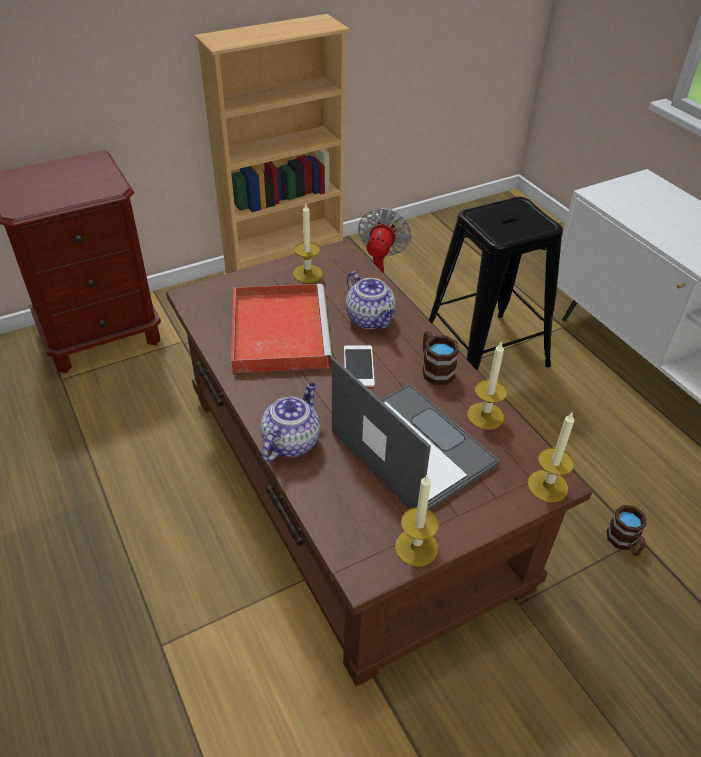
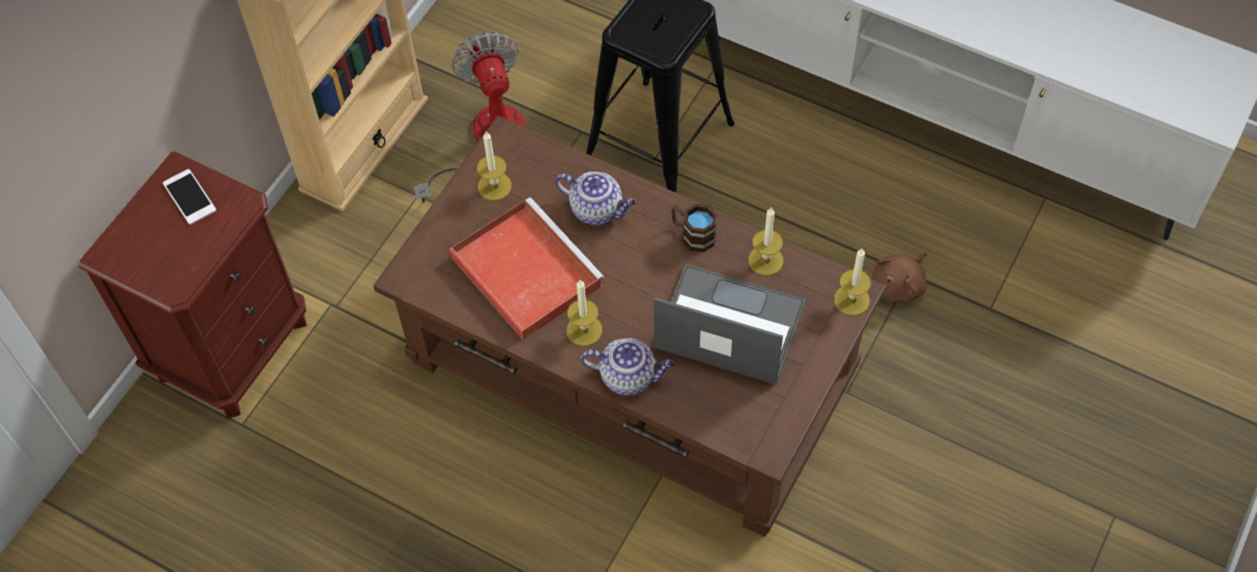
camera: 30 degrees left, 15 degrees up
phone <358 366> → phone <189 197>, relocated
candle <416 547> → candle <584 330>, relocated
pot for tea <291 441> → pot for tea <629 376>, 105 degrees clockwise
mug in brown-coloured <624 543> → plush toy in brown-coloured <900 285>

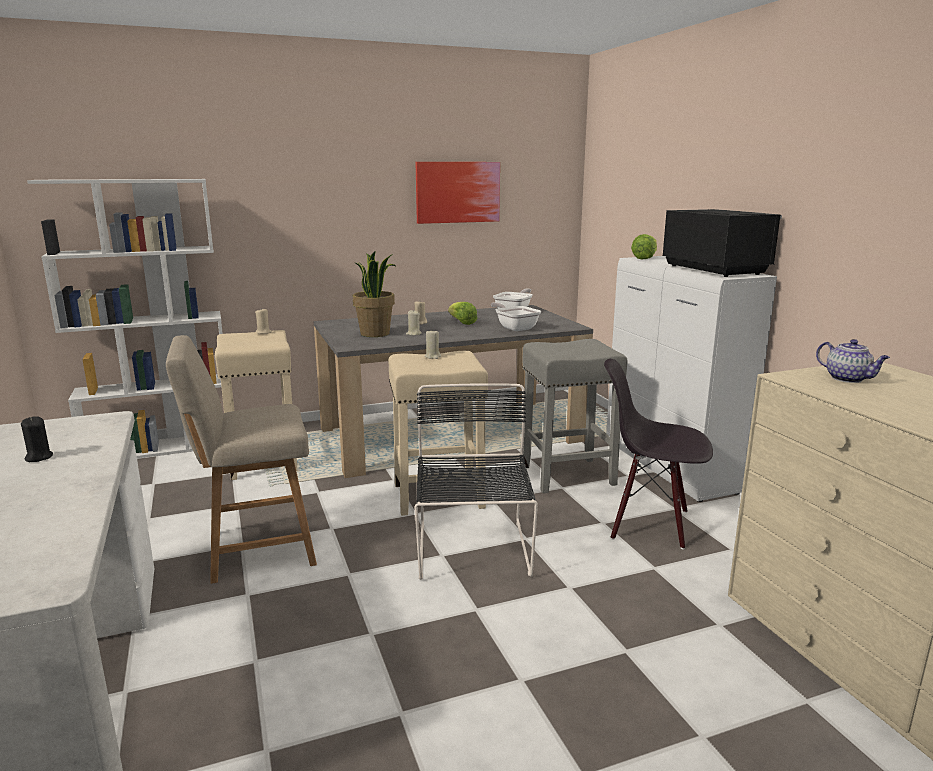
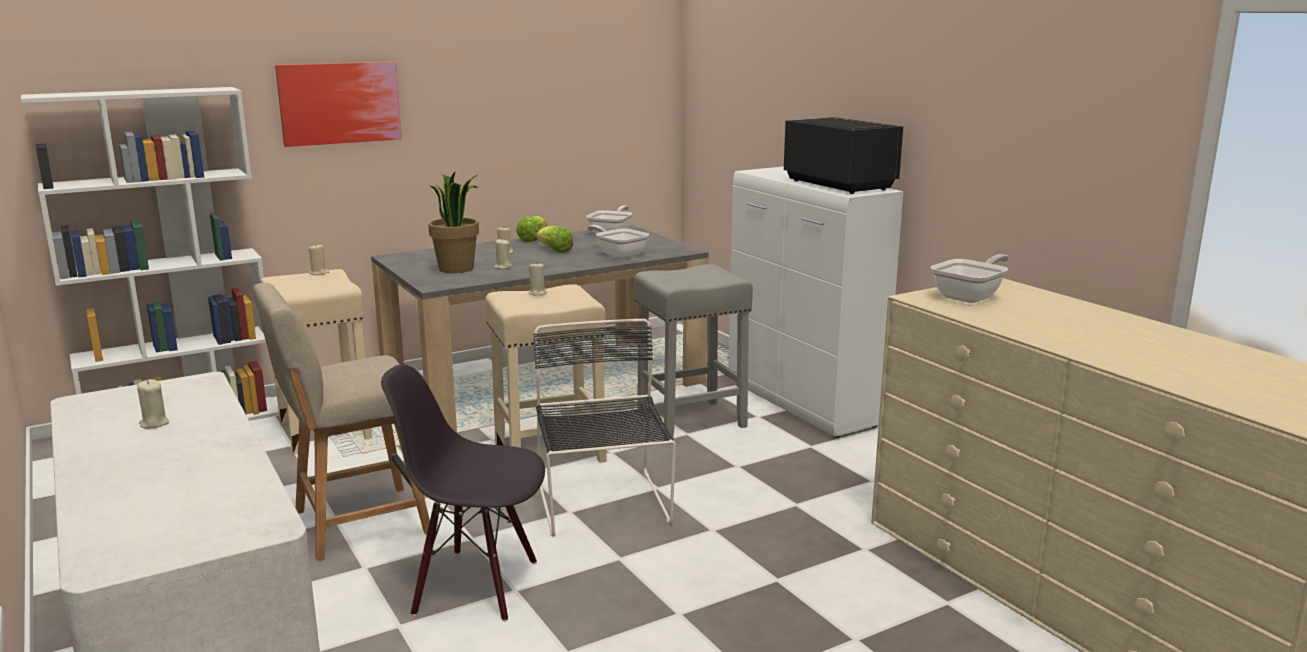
camera: 10 degrees left, 0 degrees up
candle in black <38 457> → candle in beige <154 424>
wall art <457 192> → wall art <339 103>, relocated
chair in black <650 523> → chair in black <476 586>, relocated
lettuce head <645 258> → lettuce head <533 239>, relocated
pot for tea <848 379> → skillet <971 296>

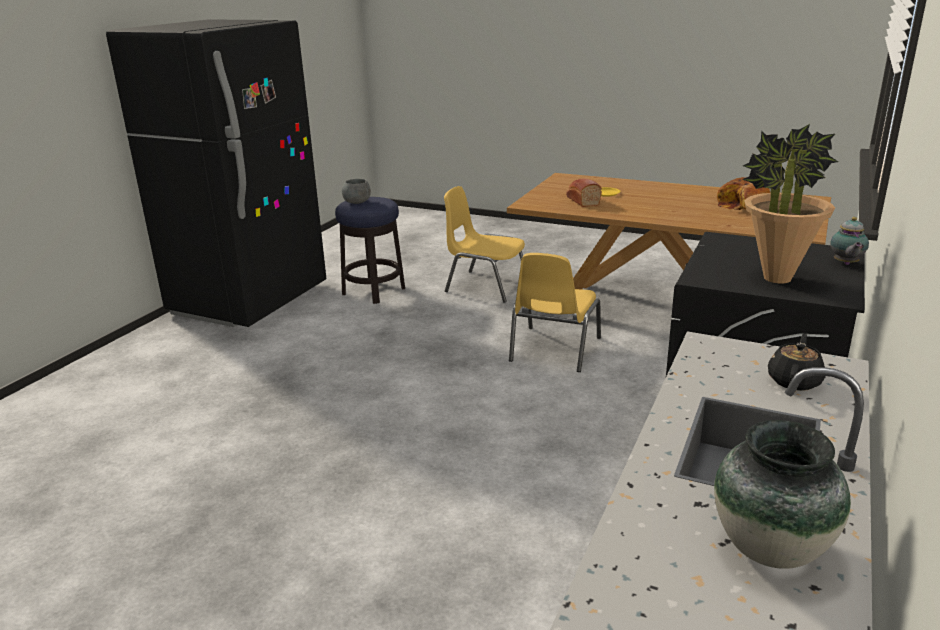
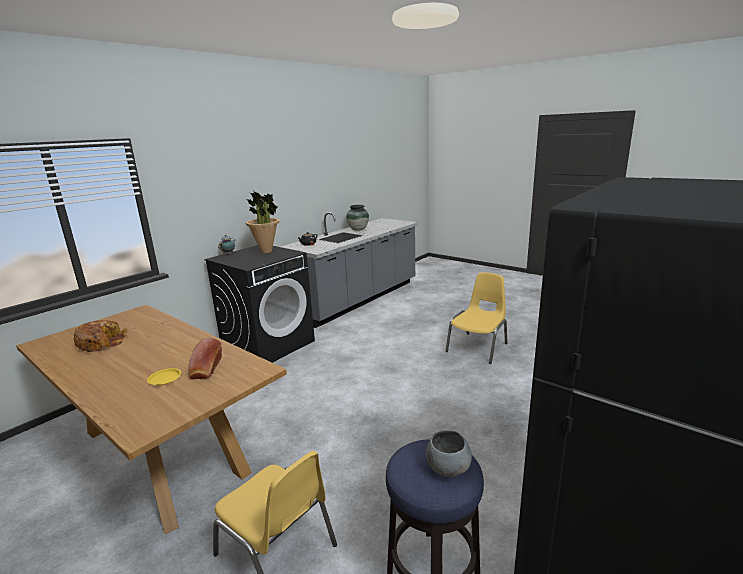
camera: 165 degrees left, 5 degrees down
chair in yellow <553 350> → chair in yellow <478 347>, relocated

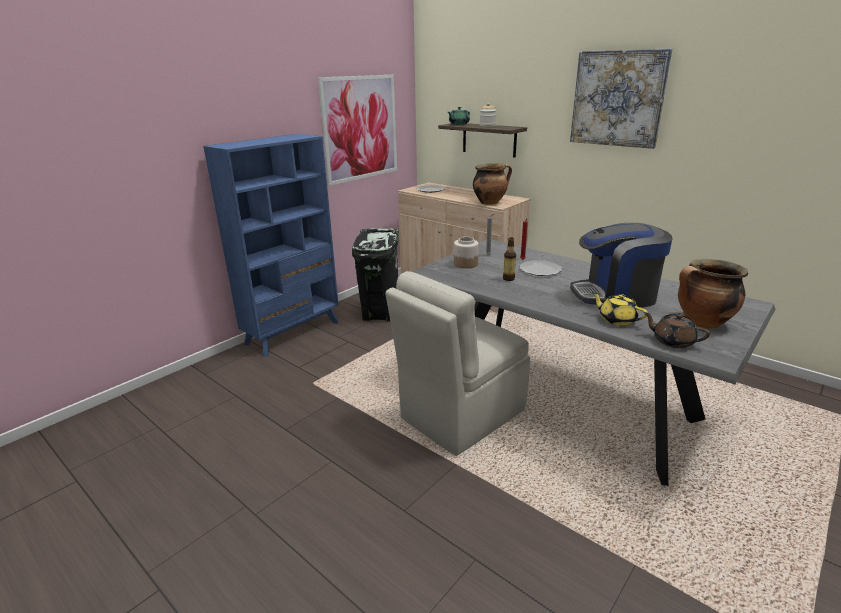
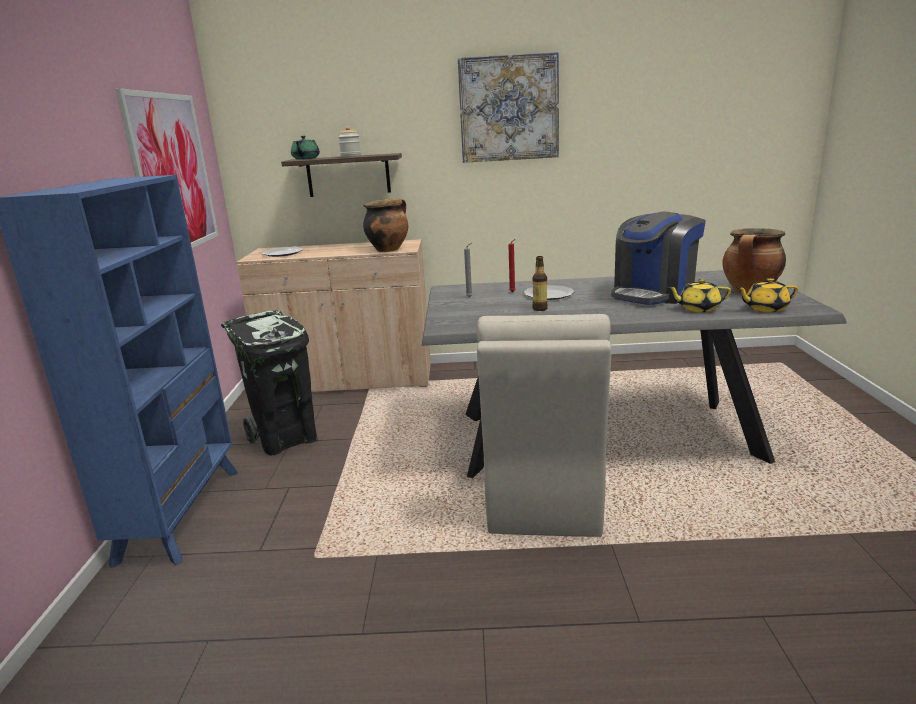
camera: 40 degrees left, 5 degrees down
pot for tea in brown-coloured <672 341> → pot for tea in yellow <765 308>
storage jar <465 264> → -

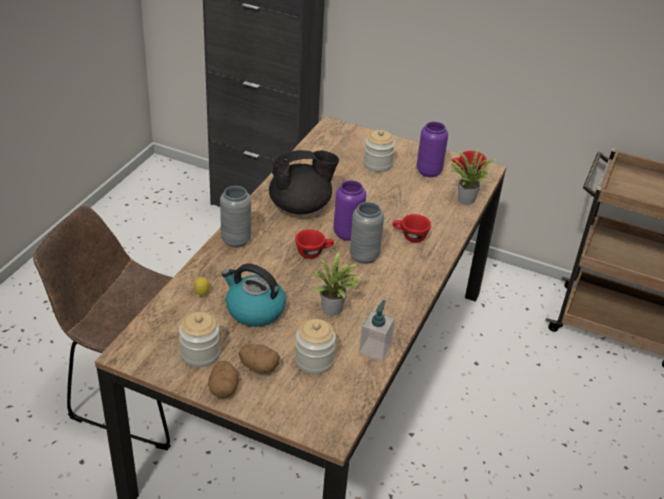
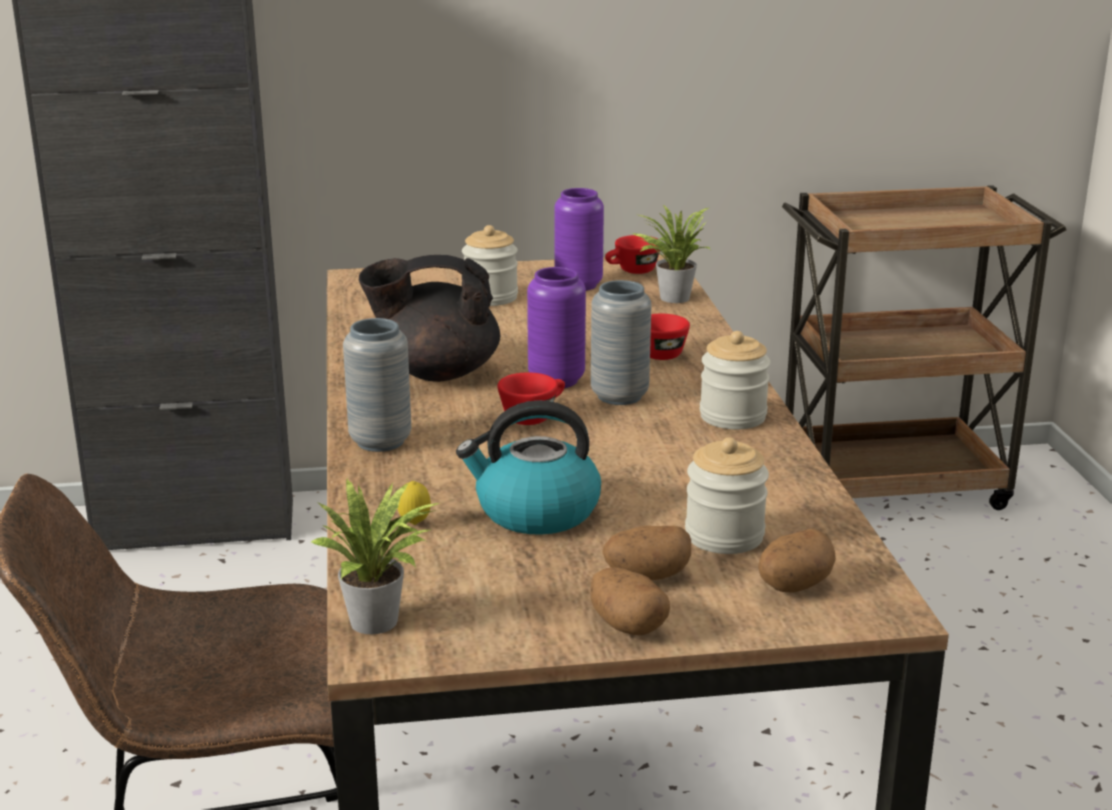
camera: 30 degrees left, 15 degrees down
potted plant <334 310> → potted plant <380 622>, relocated
pot for tea in black <301 206> → pot for tea in black <436 372>, 135 degrees counterclockwise
storage jar <200 354> → storage jar <732 417>, relocated
- → spud <793 586>
soap bottle <375 348> → -

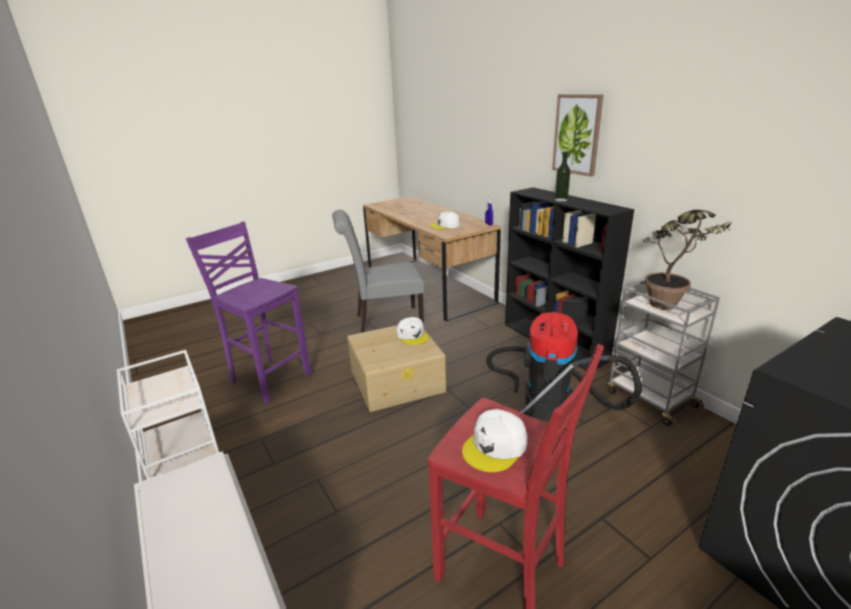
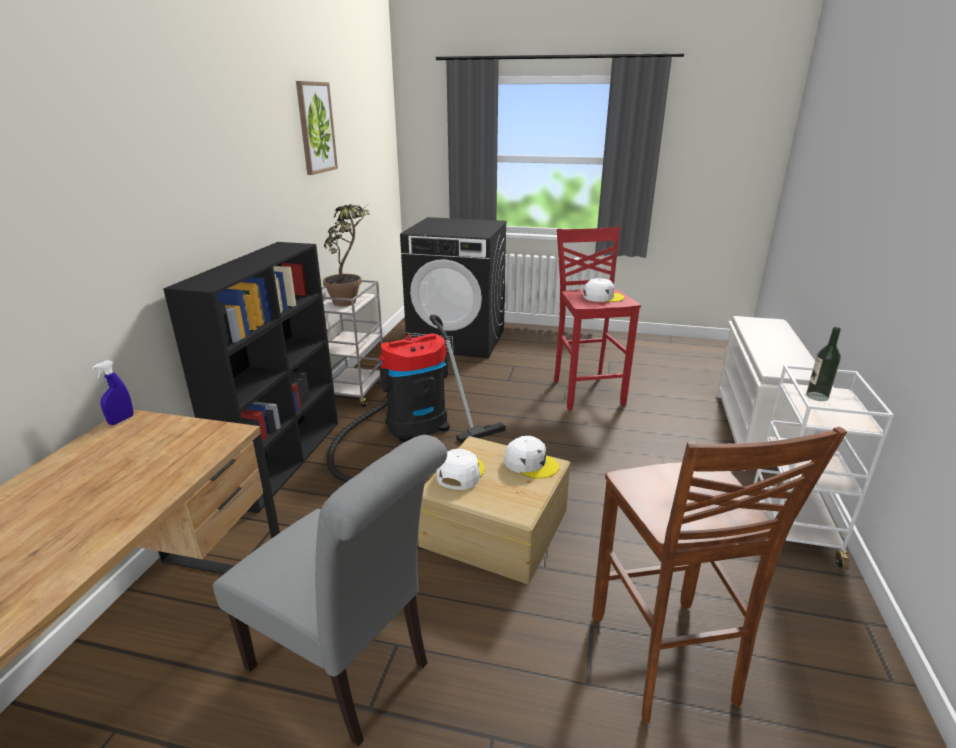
camera: 135 degrees left, 0 degrees up
wall art <577 134> → wall art <316 128>, relocated
peaked cap in white-coloured <445 225> → peaked cap in white-coloured <531 463>, relocated
stool seat in purple <269 378> → stool seat in brown-coloured <664 661>
bottle <561 200> → bottle <817 396>, relocated

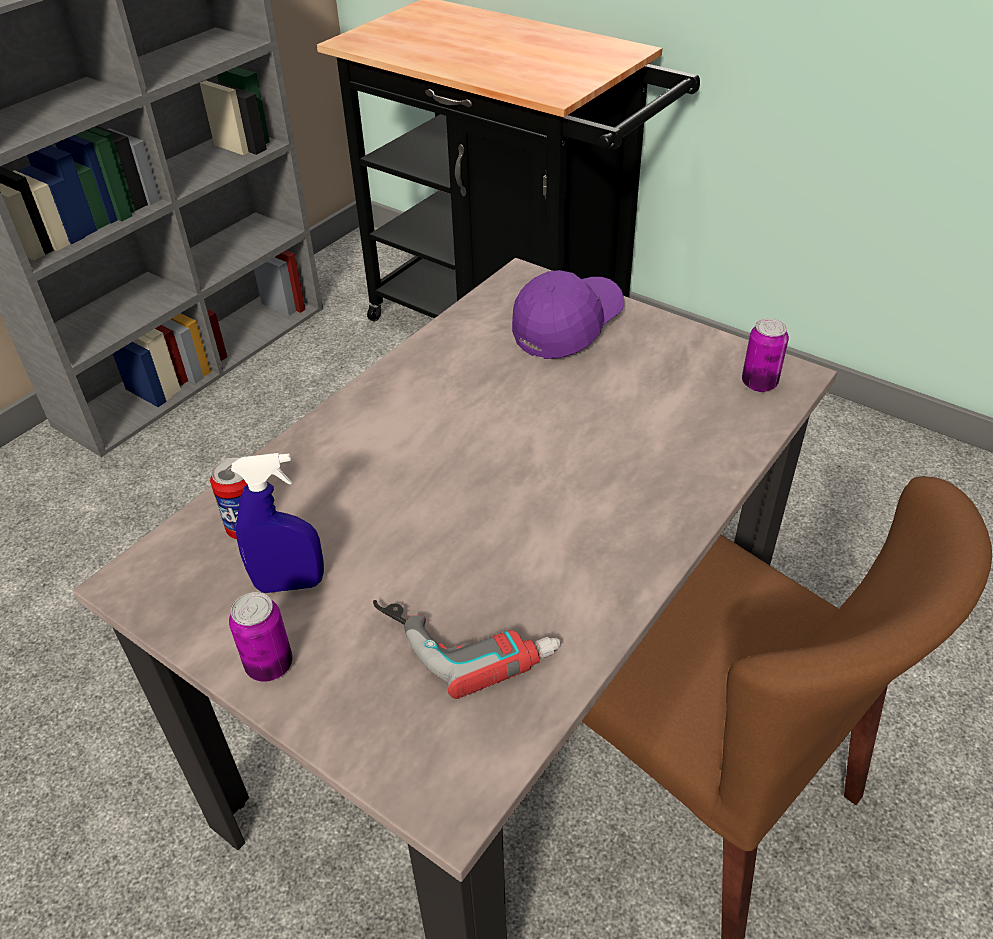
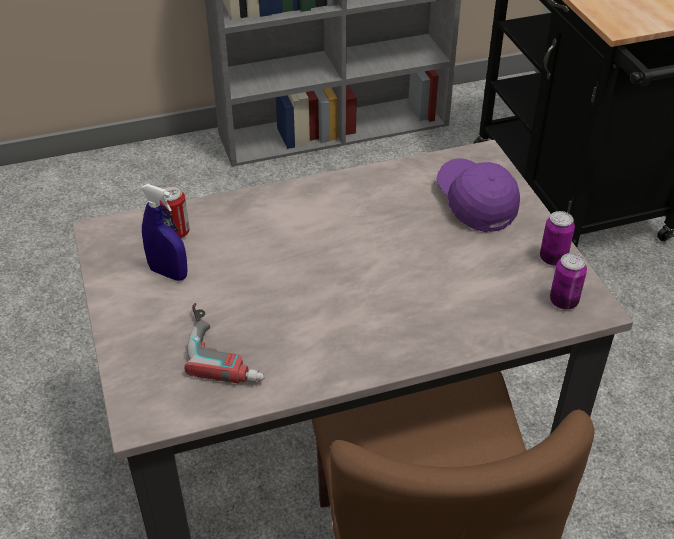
camera: 35 degrees right, 0 degrees up
peaked cap in purple <567 327> → peaked cap in purple <475 203>, 105 degrees counterclockwise
sealed can <269 665> → sealed can <553 258>, relocated

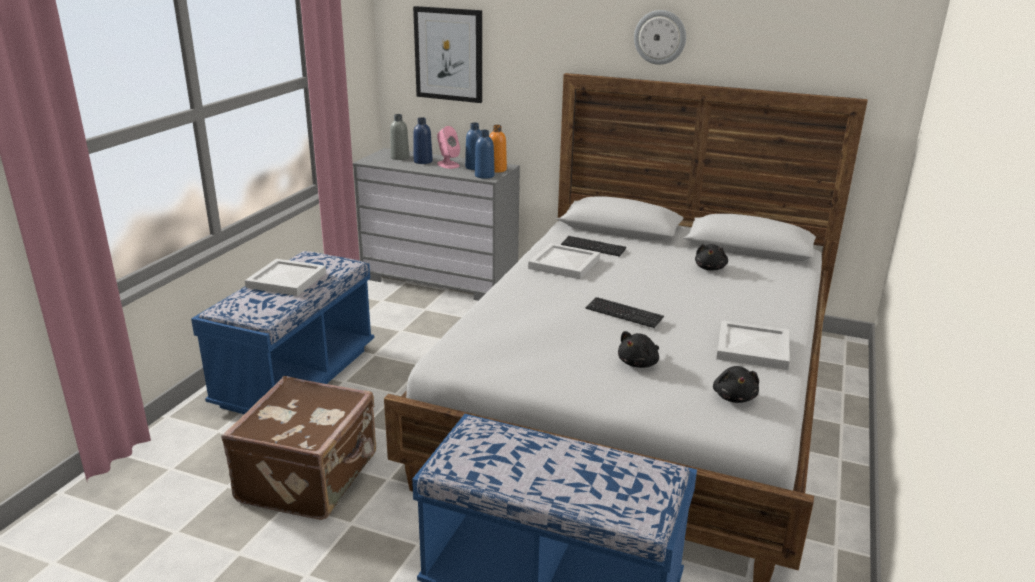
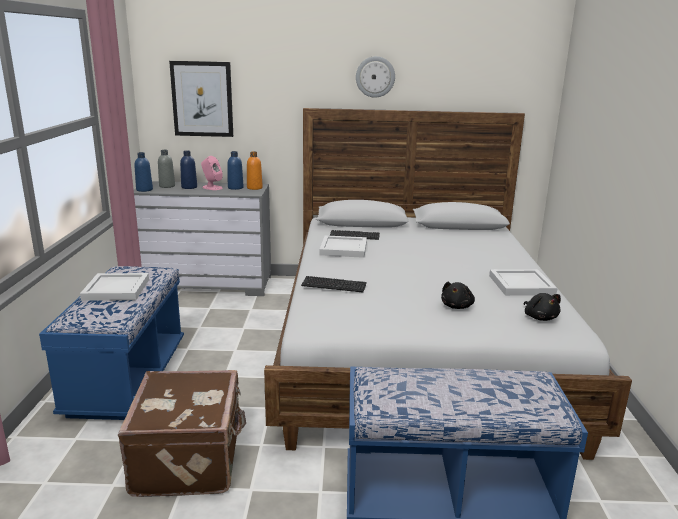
camera: 20 degrees left, 5 degrees down
bottle in blue <484 176> → bottle in blue <144 190>, relocated
PC keyboard <624 314> → PC keyboard <334 285>, relocated
plush toy in black <710 268> → -

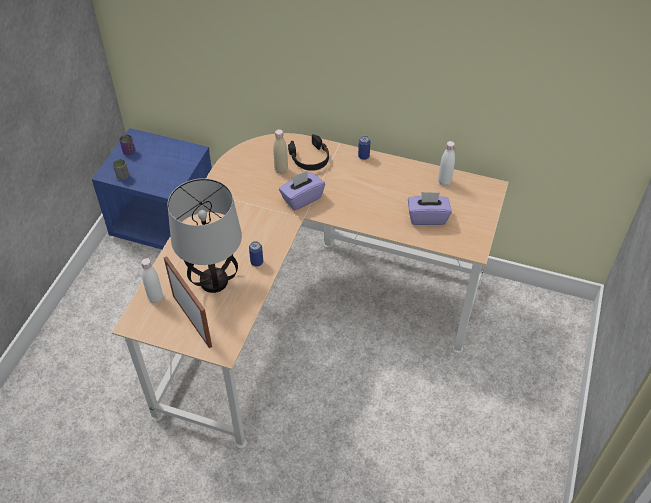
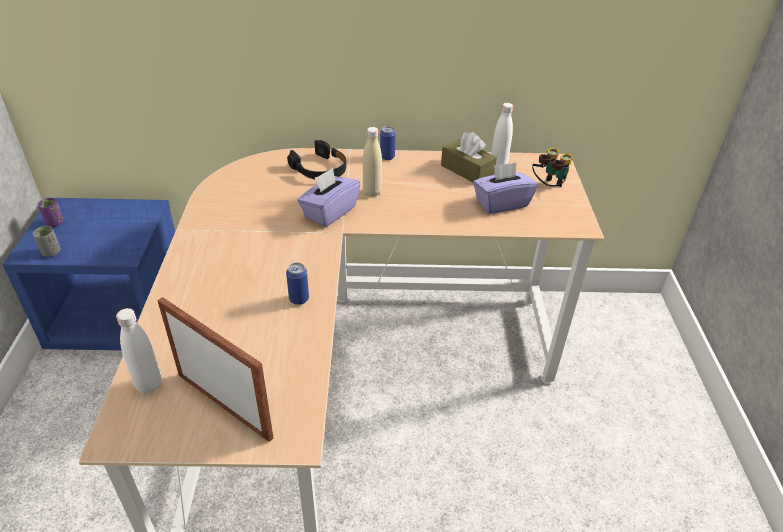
camera: 20 degrees left, 10 degrees down
bottle in beige <281 170> → bottle in beige <372 192>, relocated
- → tissue holder in brown-coloured <467 170>
- → pair of binoculars <548 187>
tabletop lamp <214 282> → -

